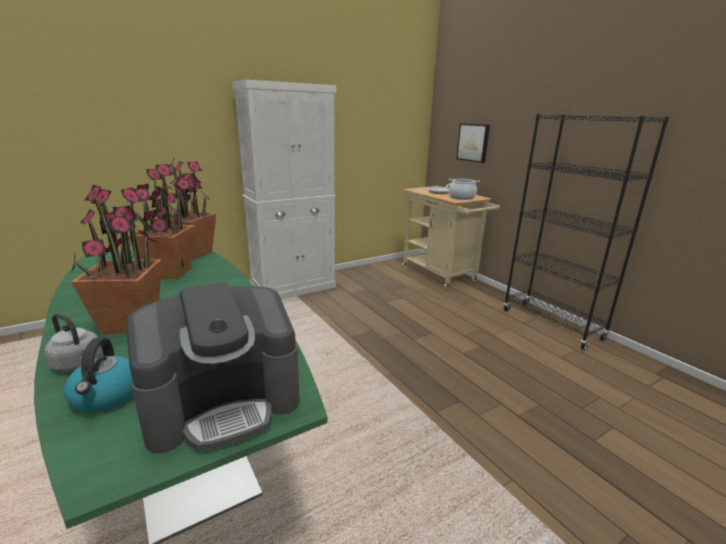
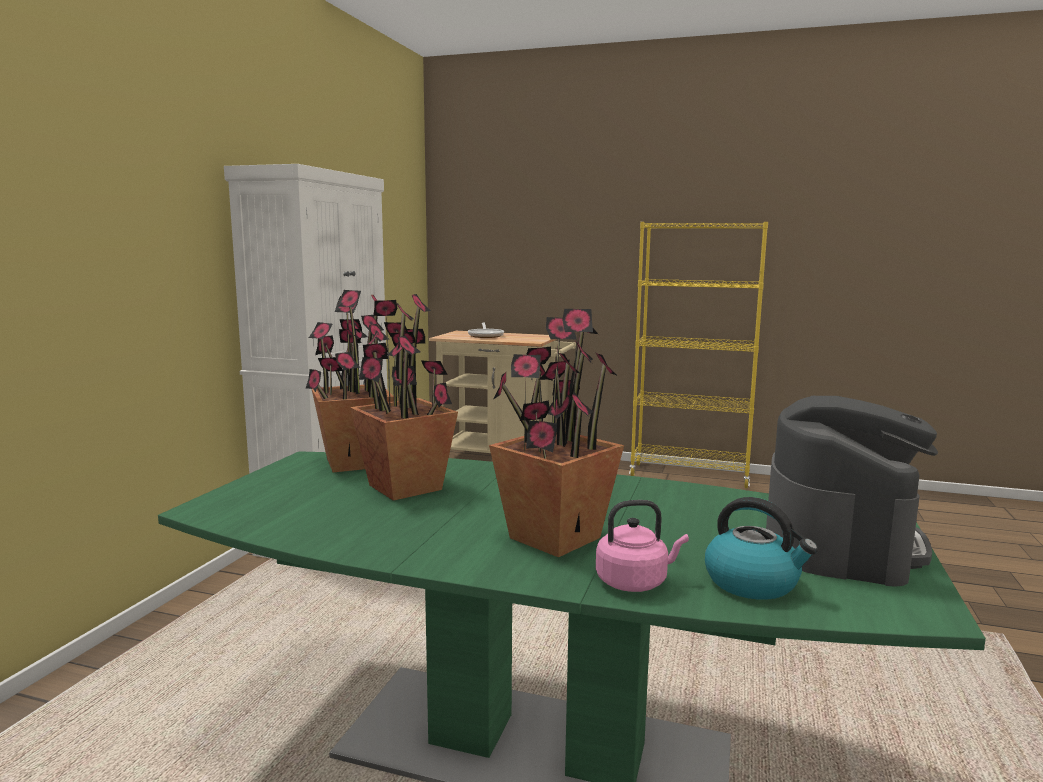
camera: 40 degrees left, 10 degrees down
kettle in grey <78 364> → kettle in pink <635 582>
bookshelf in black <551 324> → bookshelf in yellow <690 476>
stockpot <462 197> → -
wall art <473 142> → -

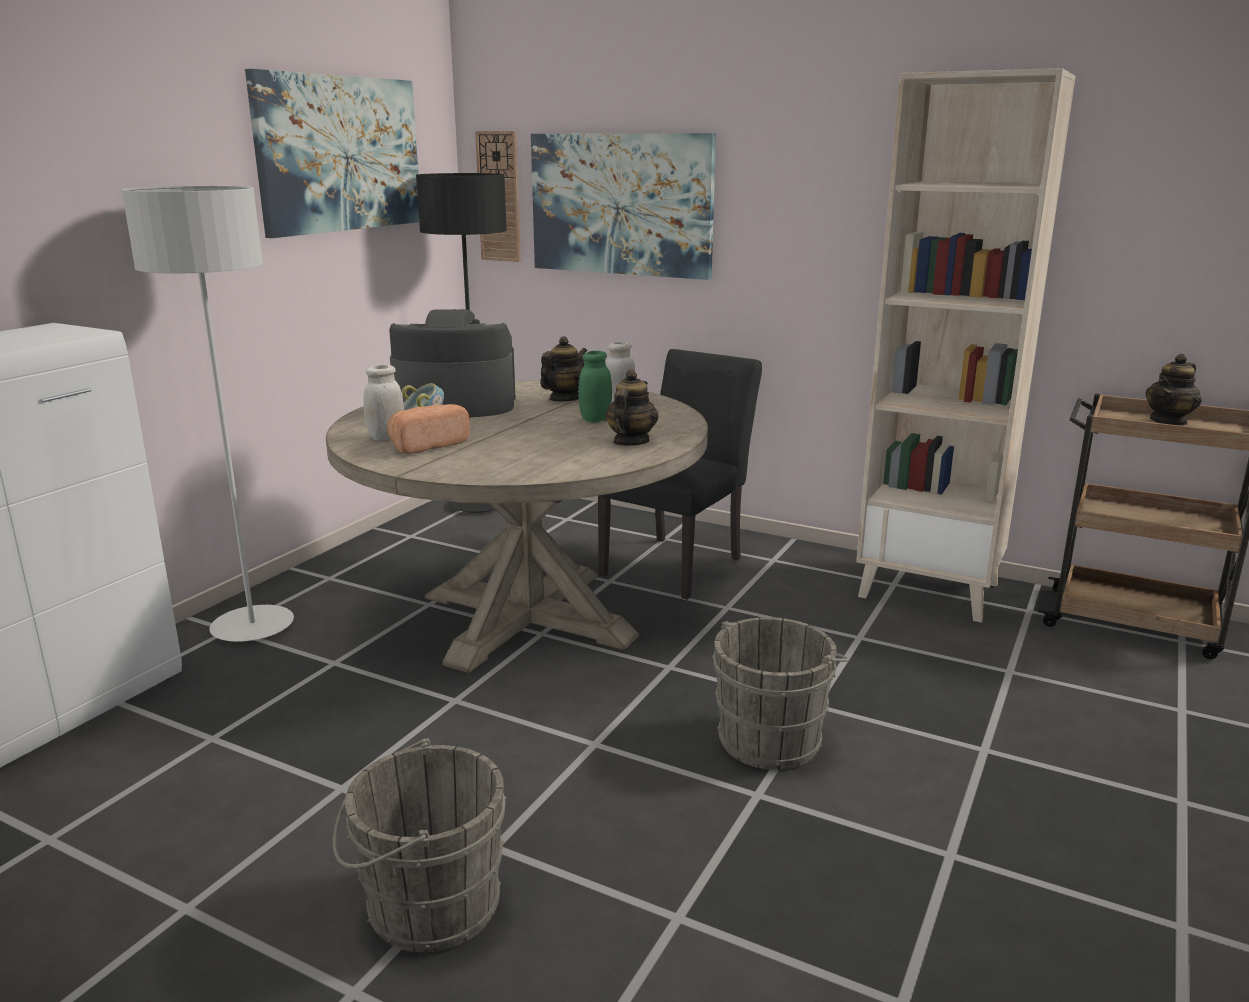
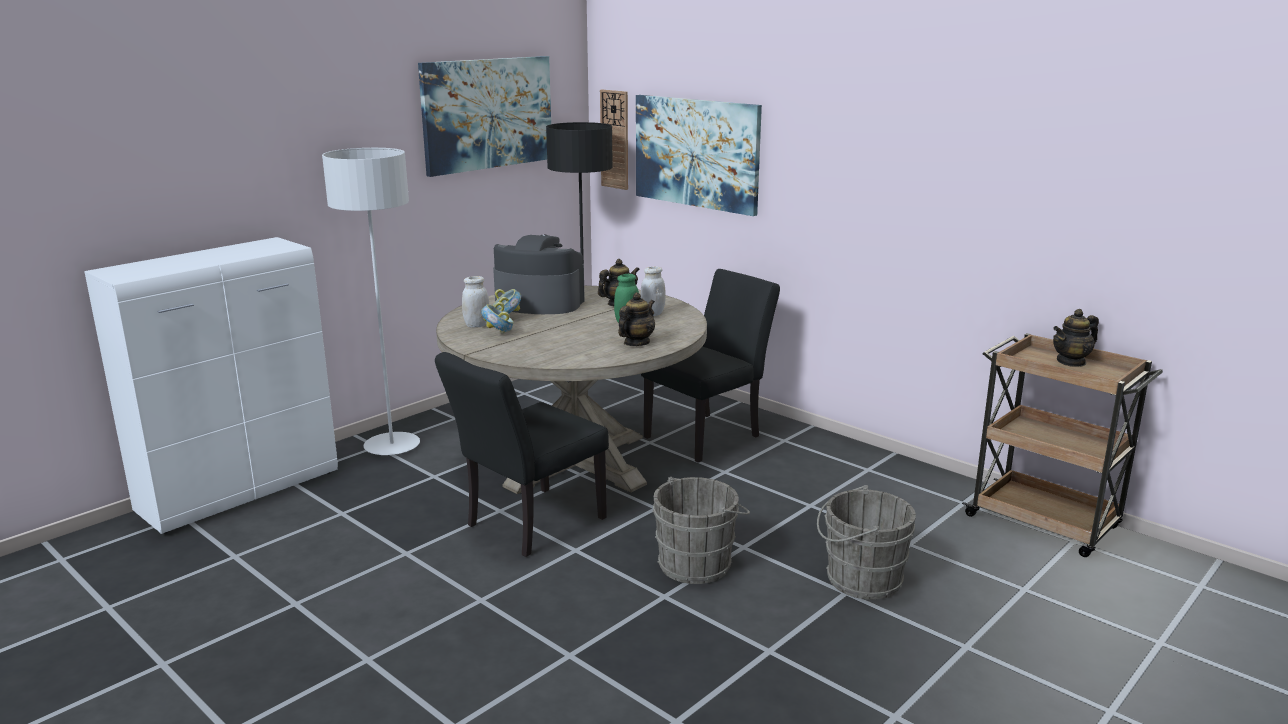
camera: 15 degrees right, 0 degrees up
- → chair in black <528 525>
bread <427 445> → deep dish <498 334>
water bucket in grey <425 906> → water bucket in grey <859 579>, relocated
bookshelf in beige <930 590> → -

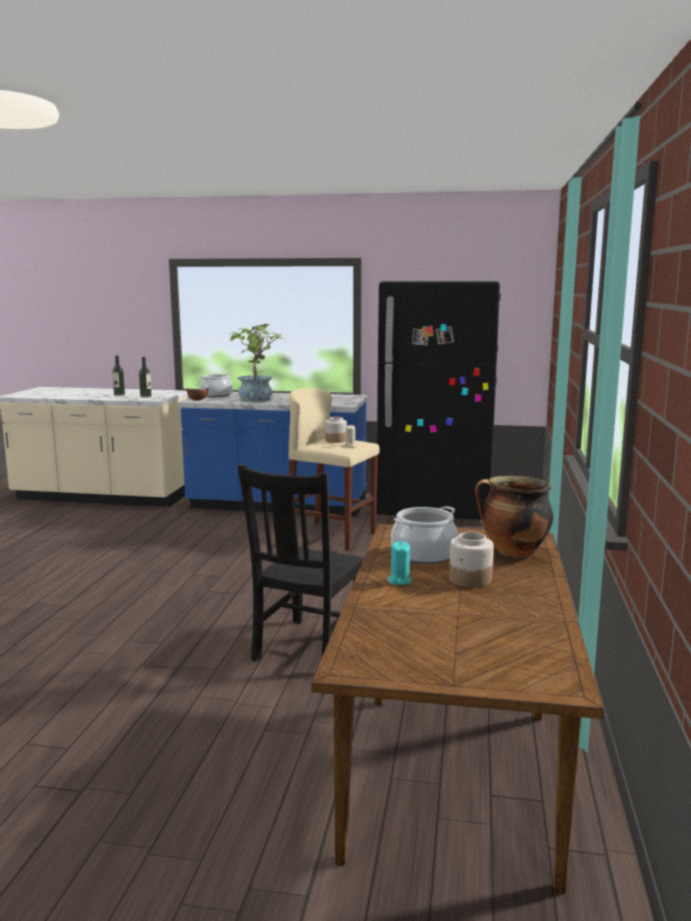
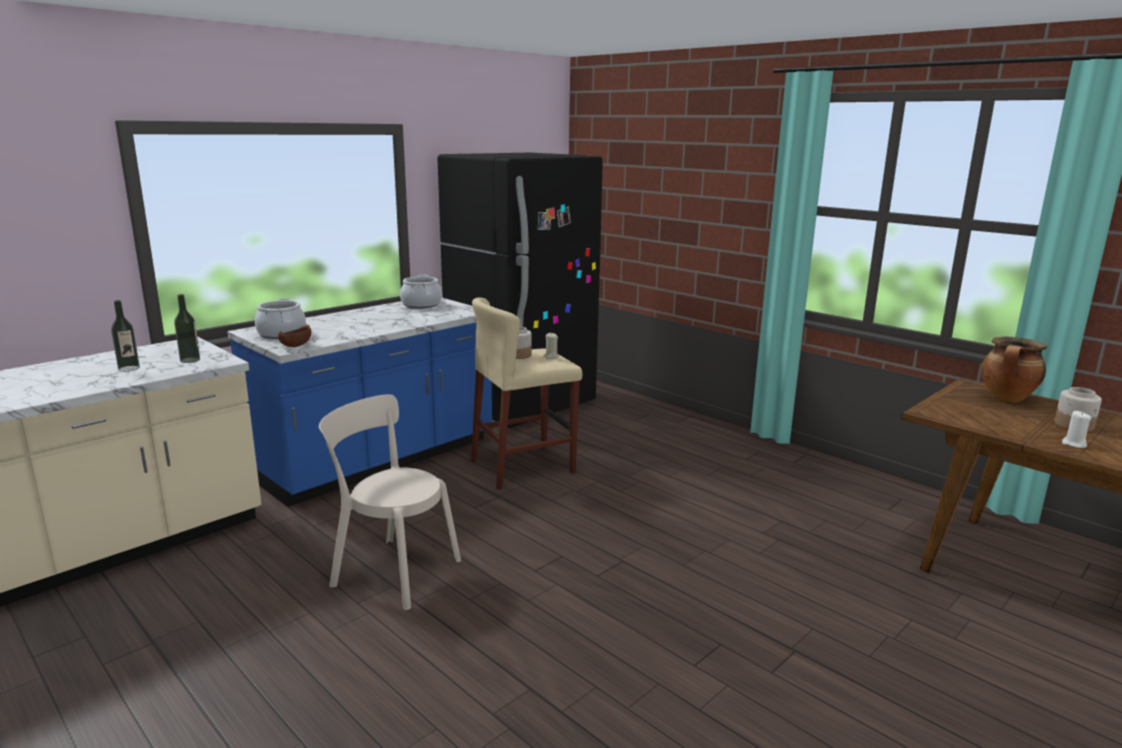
camera: 55 degrees left, 5 degrees up
- → chair in beige <392 571>
stockpot <424 555> → stockpot <421 305>, relocated
candle in turquoise <399 581> → candle in white-coloured <1073 444>
potted plant <257 400> → -
chair in black <307 648> → -

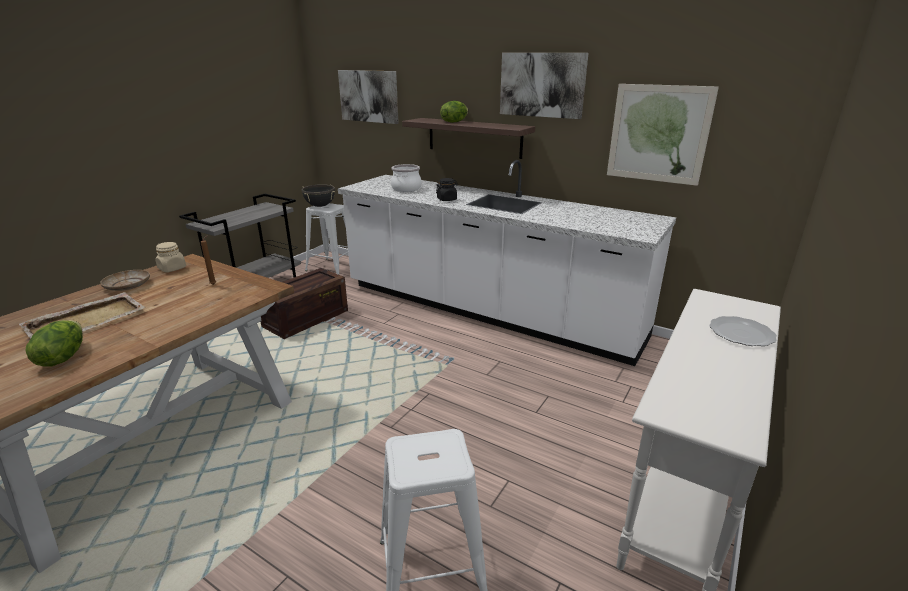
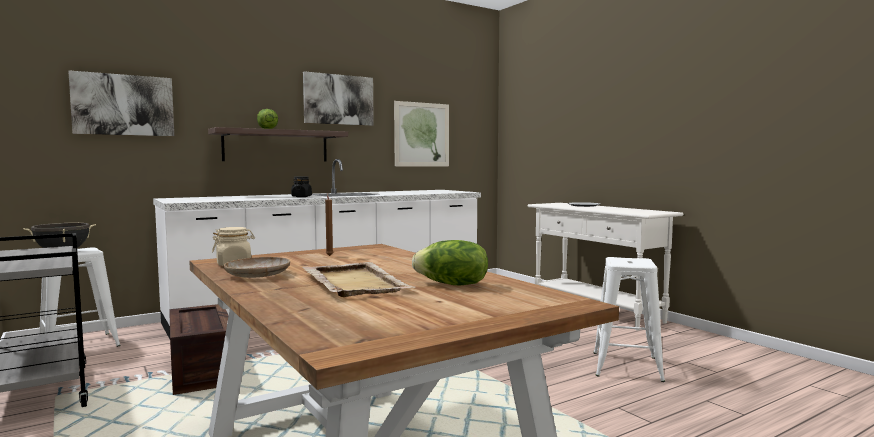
camera: 65 degrees left, 20 degrees down
stockpot <406 189> → -

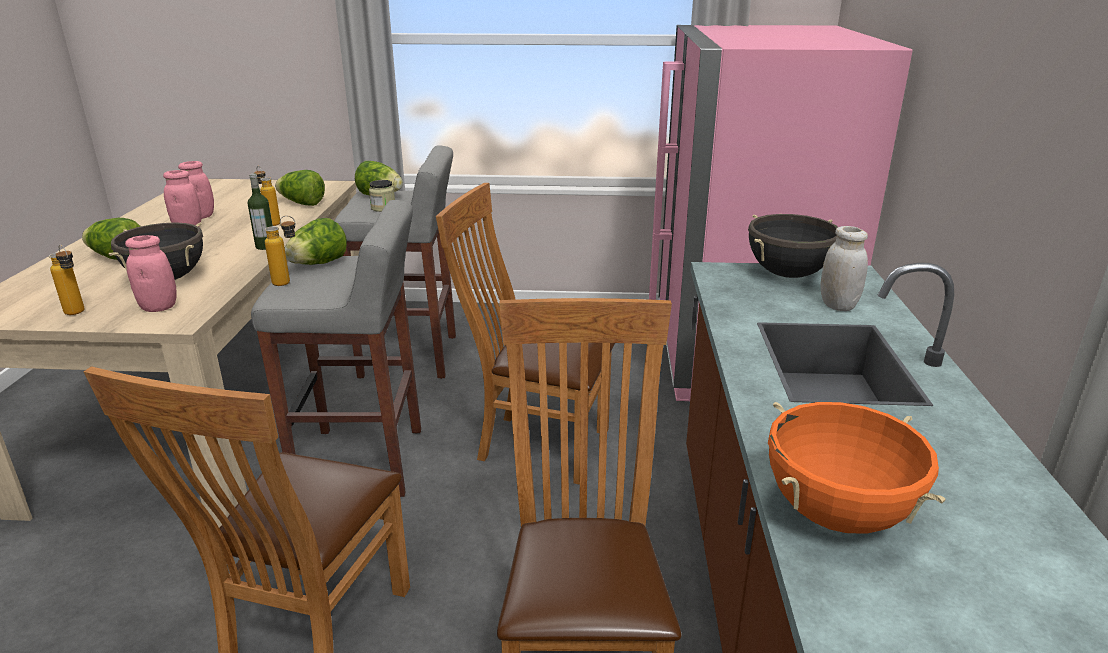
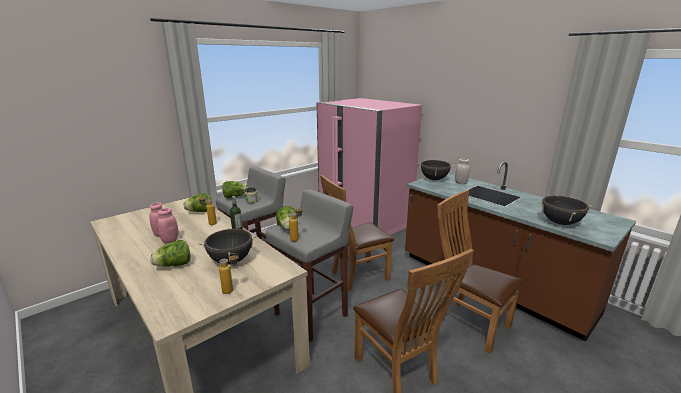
camera: 45 degrees left, 5 degrees down
stockpot in orangey <836 514> → stockpot in black <560 223>
storage jar in pink <159 307> → -

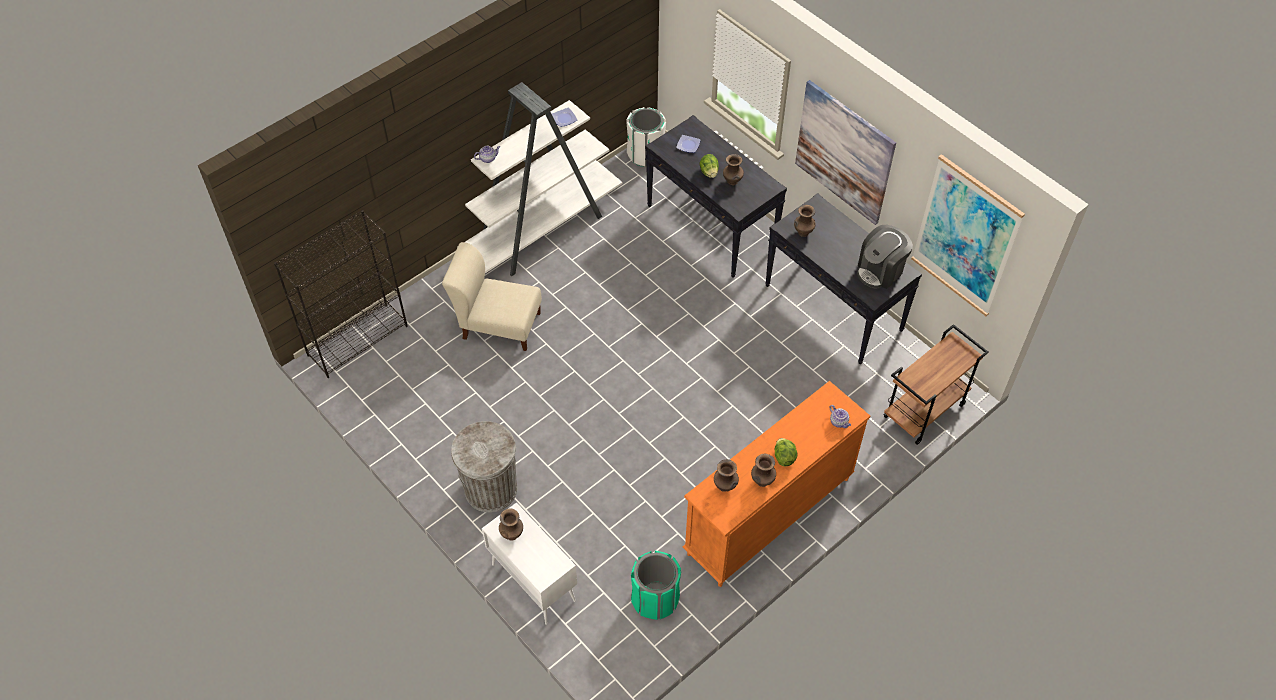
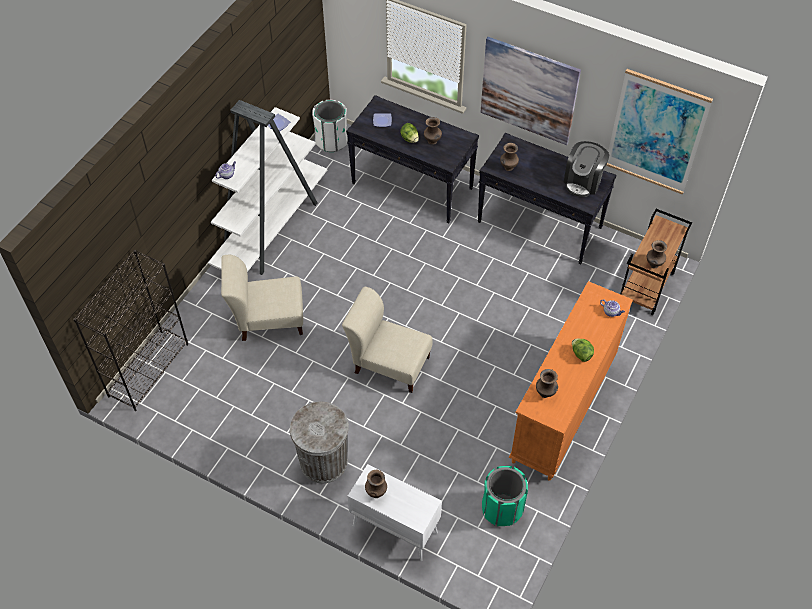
camera: 20 degrees left, 0 degrees up
- → chair in beige <389 363>
flower vase in brown-coloured <762 481> → flower vase in brown-coloured <654 265>, relocated

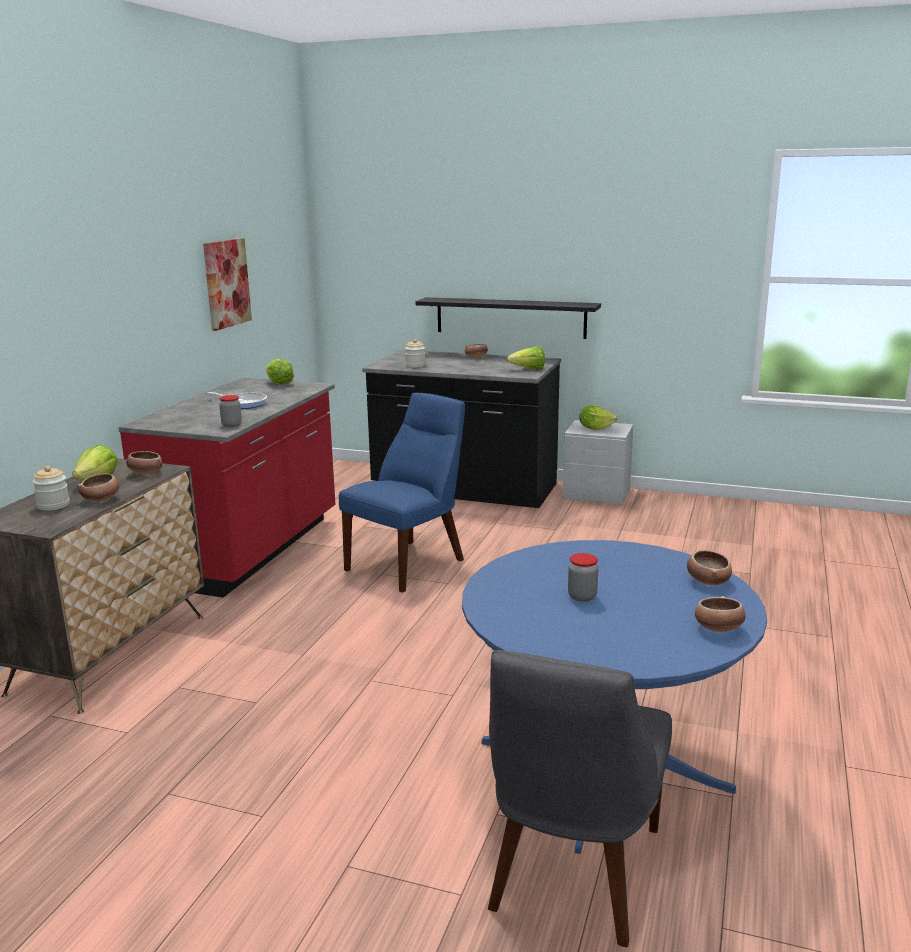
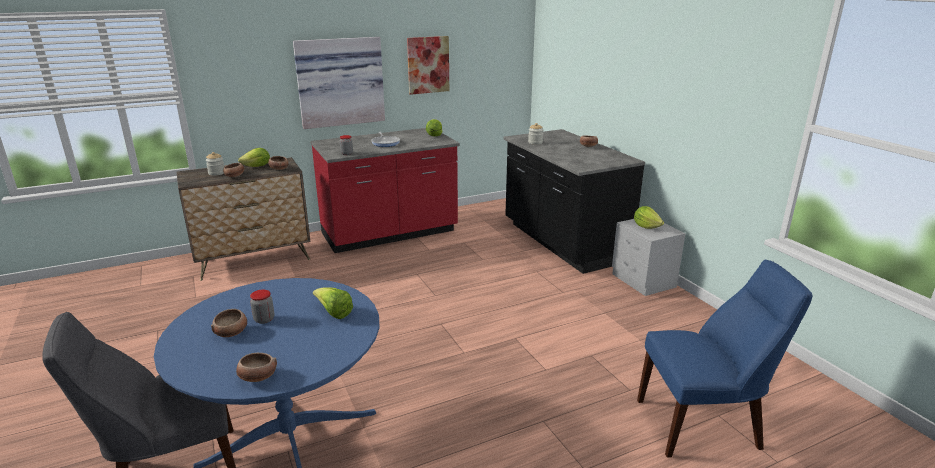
camera: 45 degrees right, 5 degrees up
deep dish <708 581> → deep dish <232 332>, relocated
- → wall art <340 82>
lettuce head <528 369> → lettuce head <334 313>, relocated
chair in blue <409 563> → chair in blue <703 424>, relocated
bracket shelf in black <510 317> → -

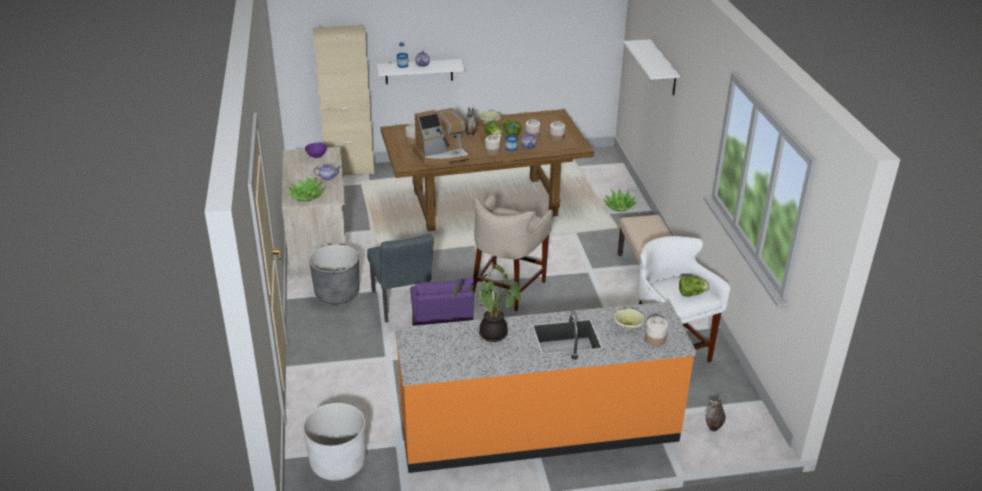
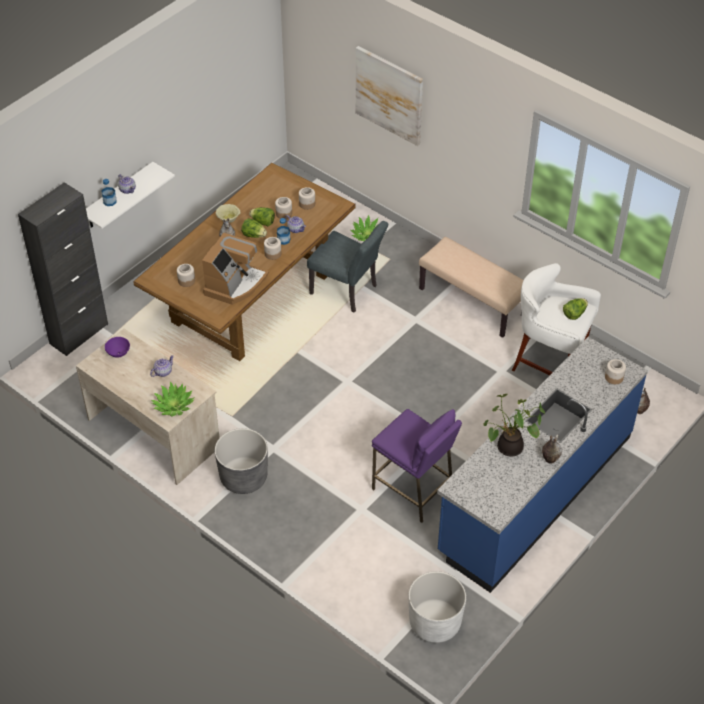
camera: 40 degrees left, 15 degrees up
cupboard in beige <350 170> → cupboard in black <79 334>
chair in grey <402 305> → chair in grey <348 291>, relocated
bracket shelf in white-coloured <663 68> → wall art <389 95>
kitchen base unit in orangey <538 430> → kitchen base unit in blue <535 493>
- → flower vase <549 460>
stool seat in beige <507 288> → -
deep dish in beige <627 327> → -

